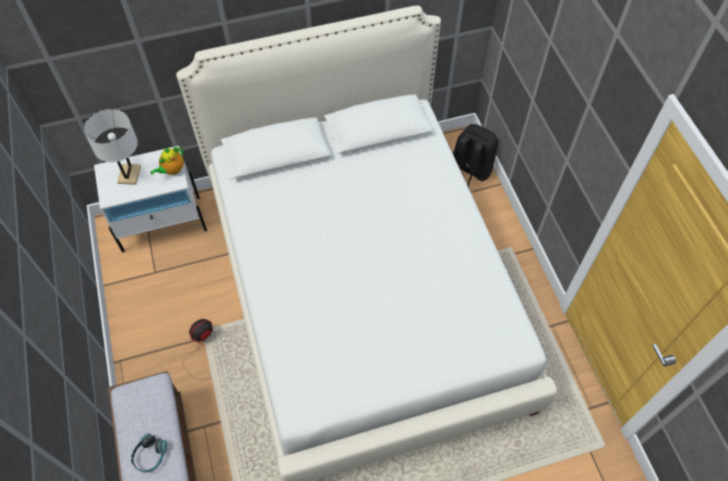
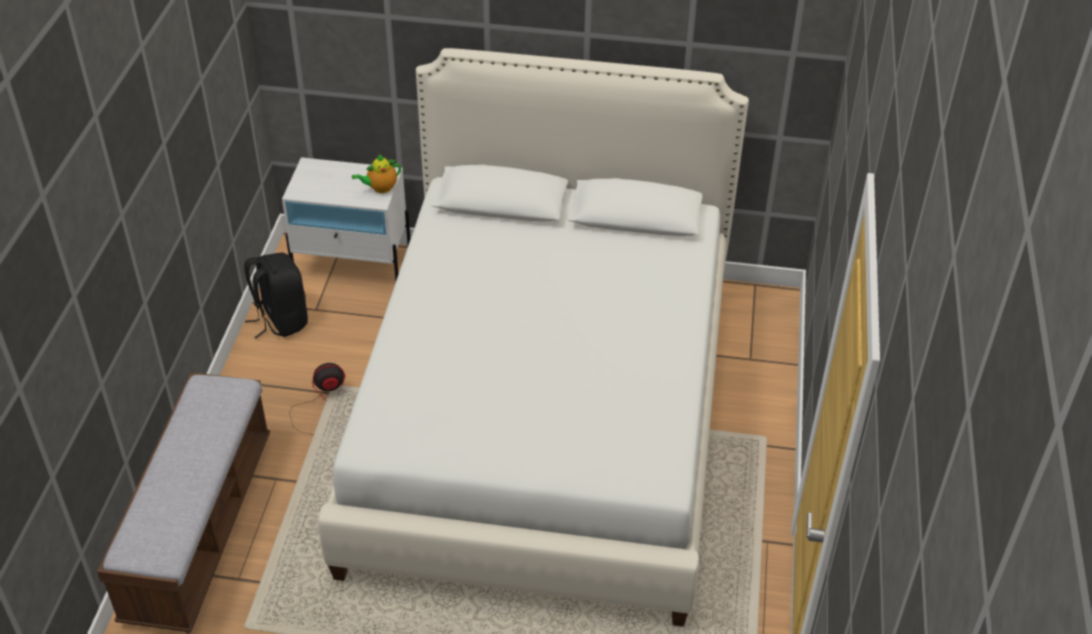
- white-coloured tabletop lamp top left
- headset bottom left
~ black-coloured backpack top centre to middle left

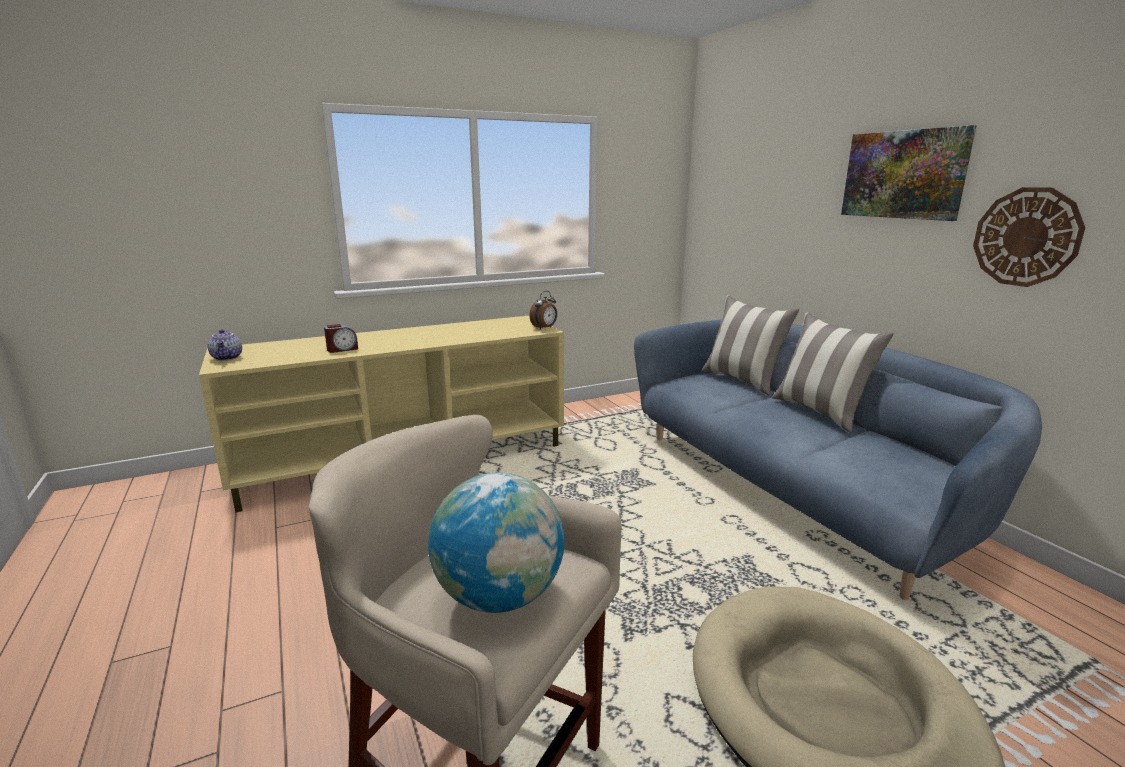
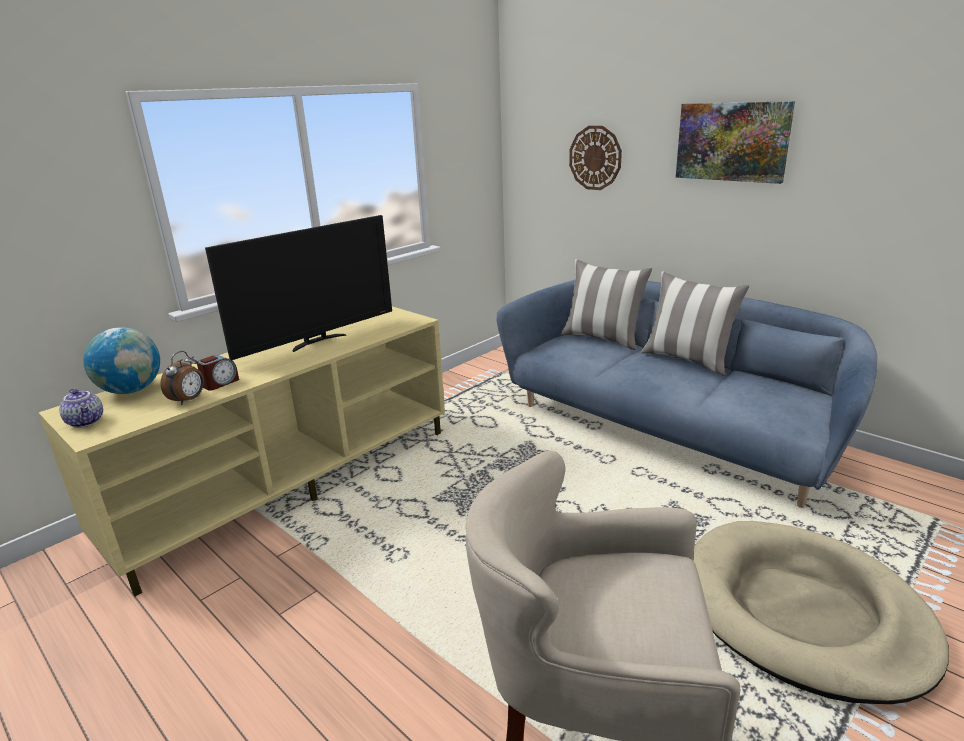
+ TV middle left
~ world globe bottom centre to middle left
~ bedside clock (2nd from left in the first image) centre to bedside clock (1st from left) middle left
~ clock on the wall top right to top centre

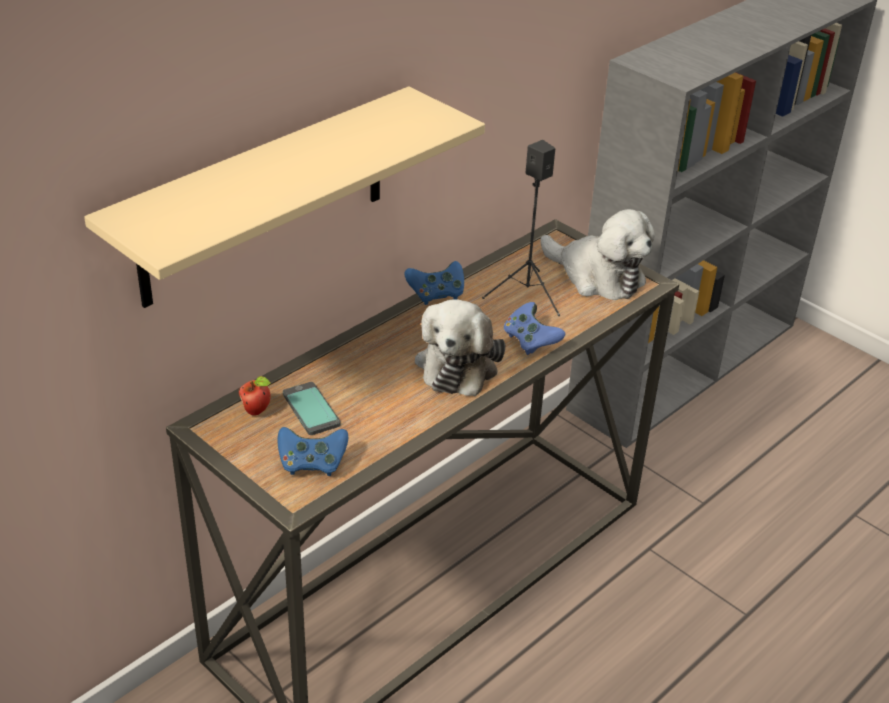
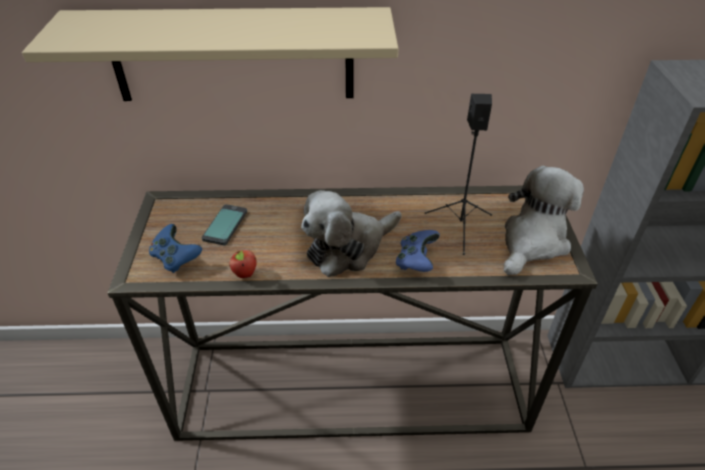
- blue-coloured joypad (2nd from left) centre
~ apple fruit middle left to centre
~ soft toy (2nd from left) middle right = middle right 135 degrees counterclockwise

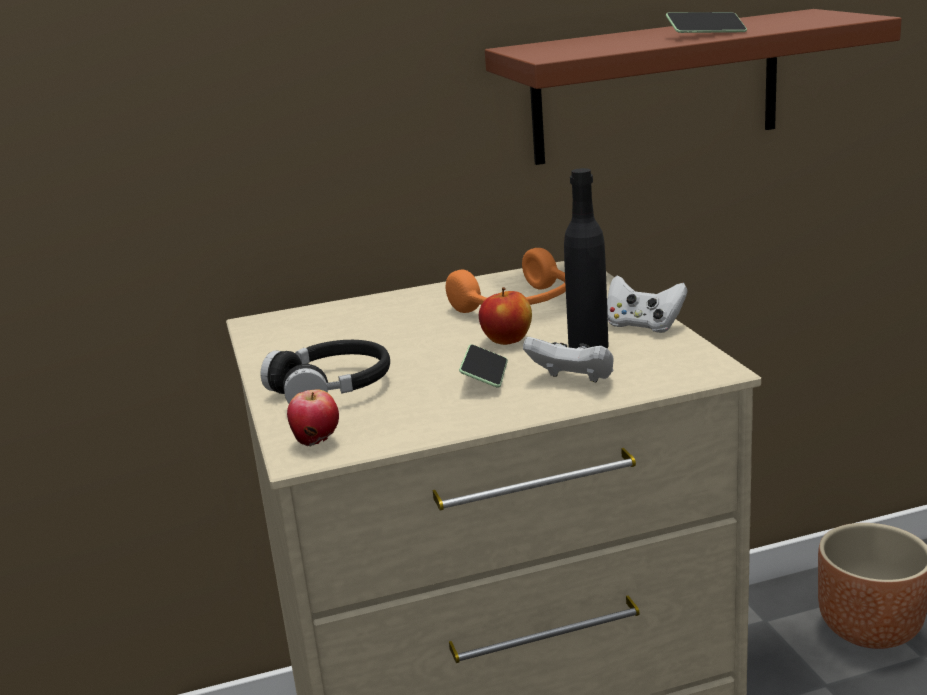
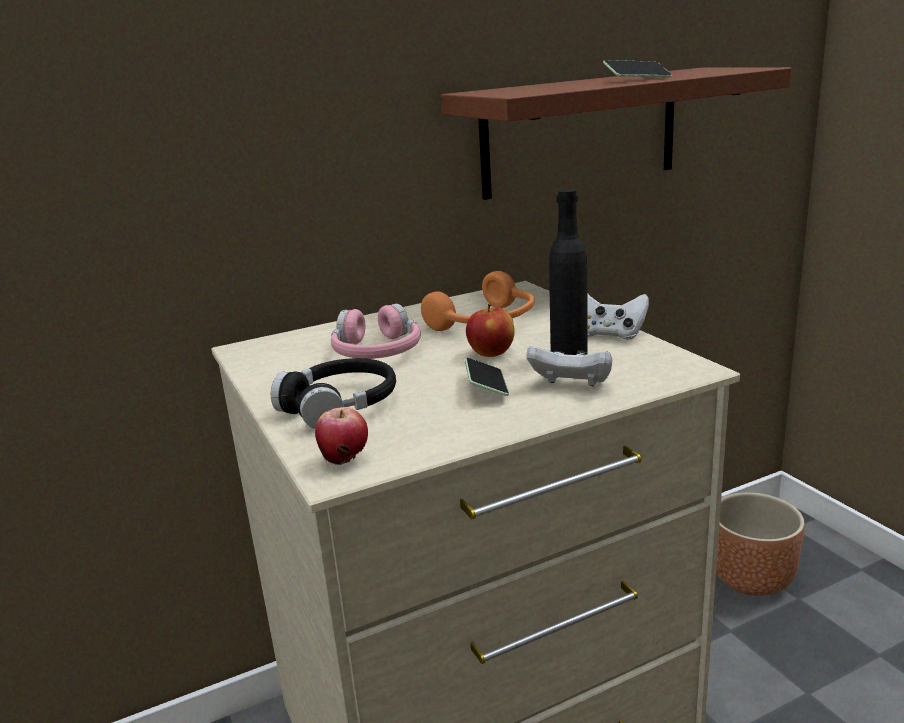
+ pink-coloured headset centre

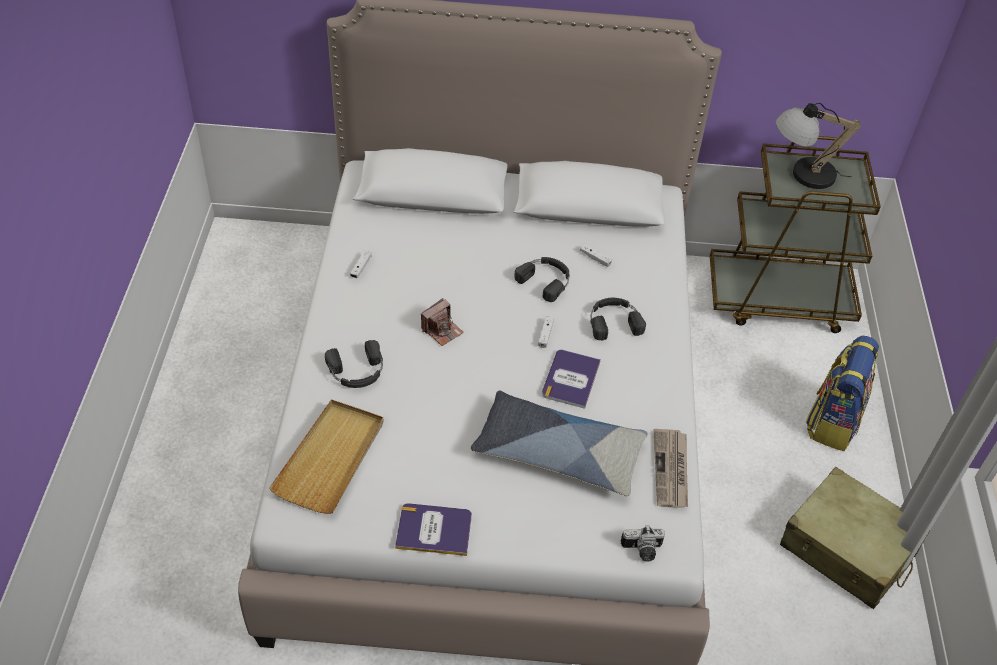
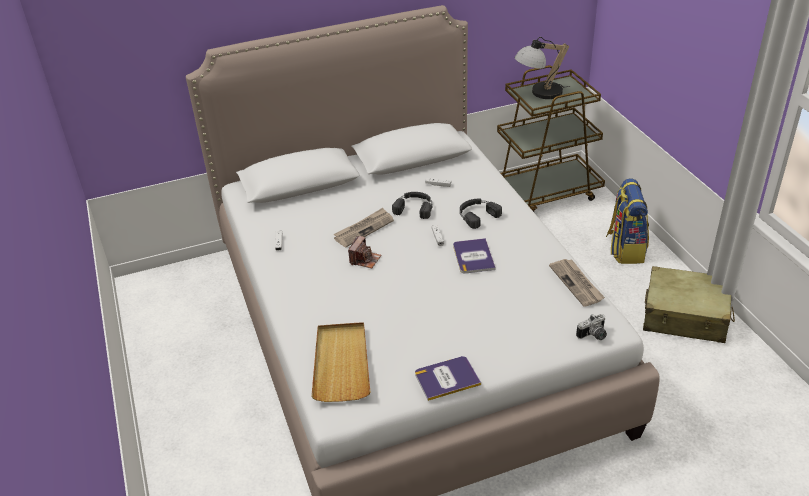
- black-coloured headset (1st from left) centre
- pillow centre
+ printed paper (1st from left) centre

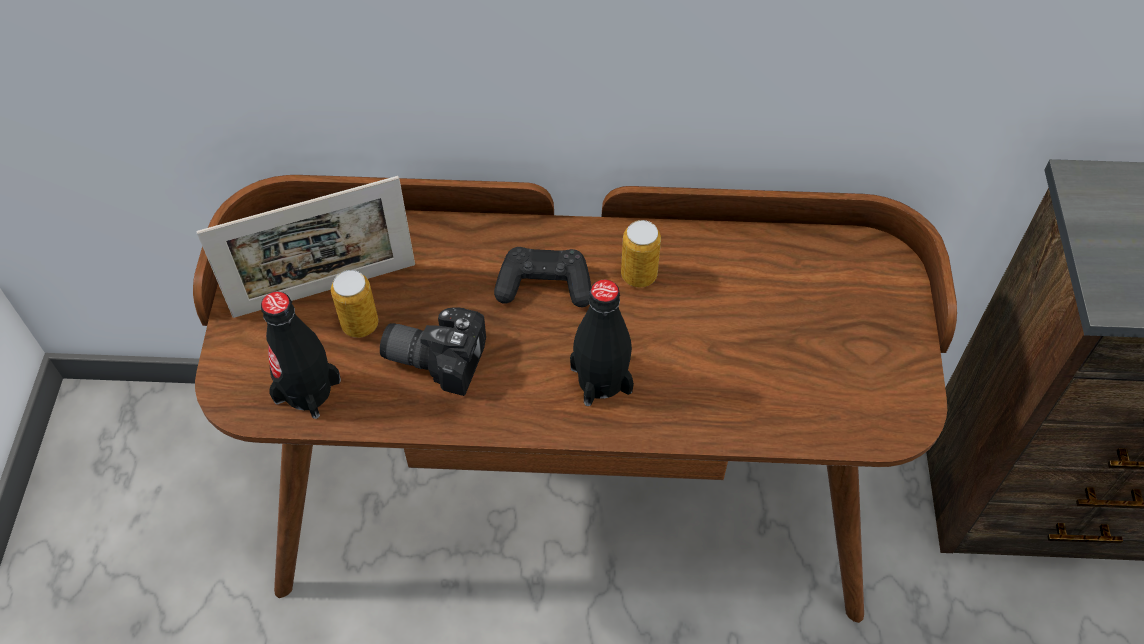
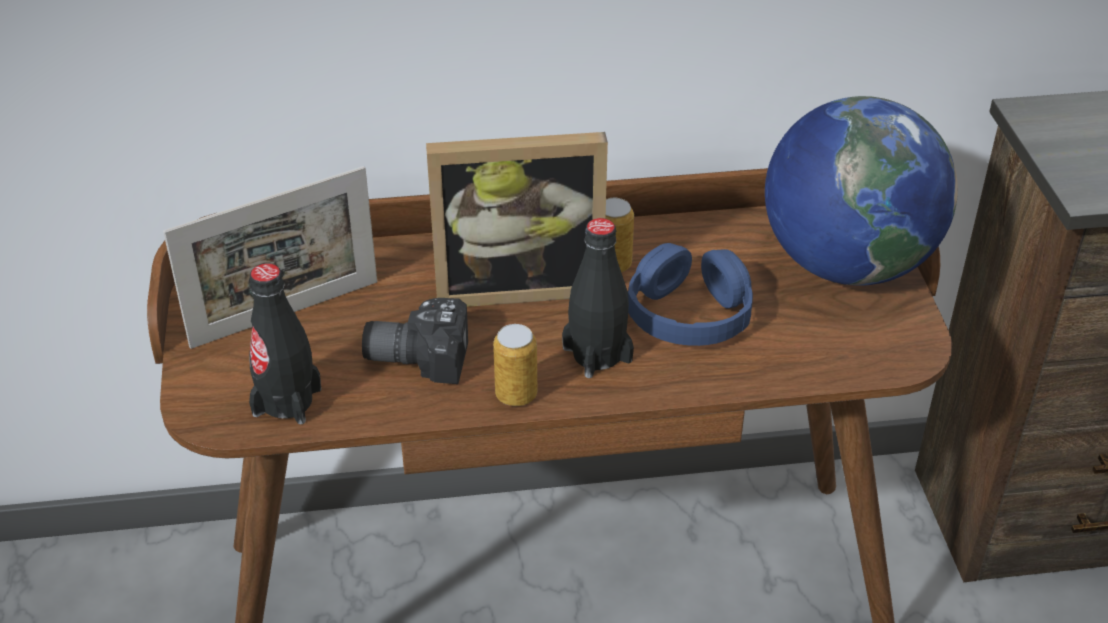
+ blue-coloured headset centre
+ world globe top right
~ can (1st from left) middle left to centre
~ black-coloured joypad centre to standing frame (2nd from left) centre

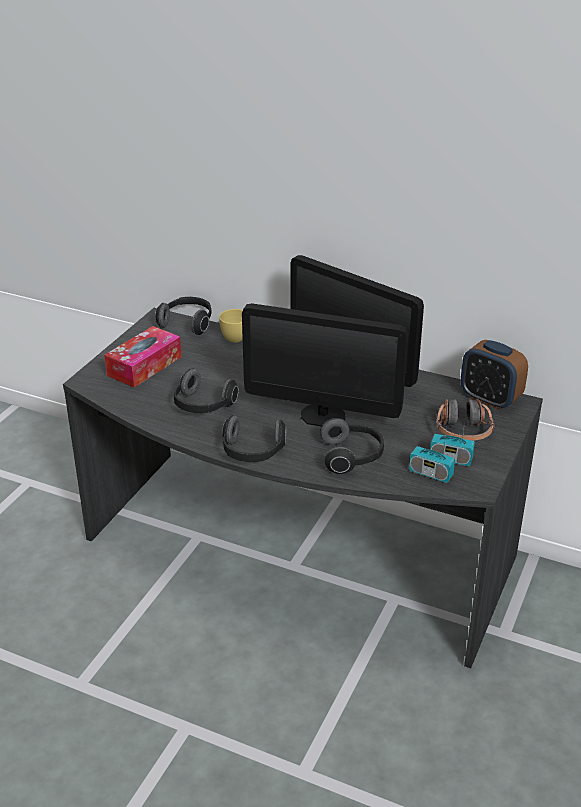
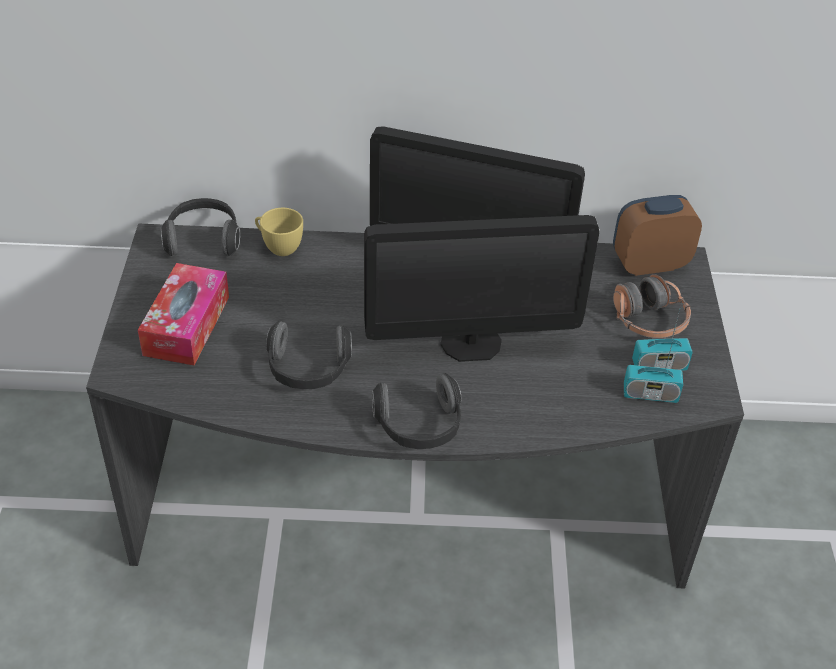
- headset (4th from left) centre
~ bedside clock middle right = middle right 150 degrees clockwise

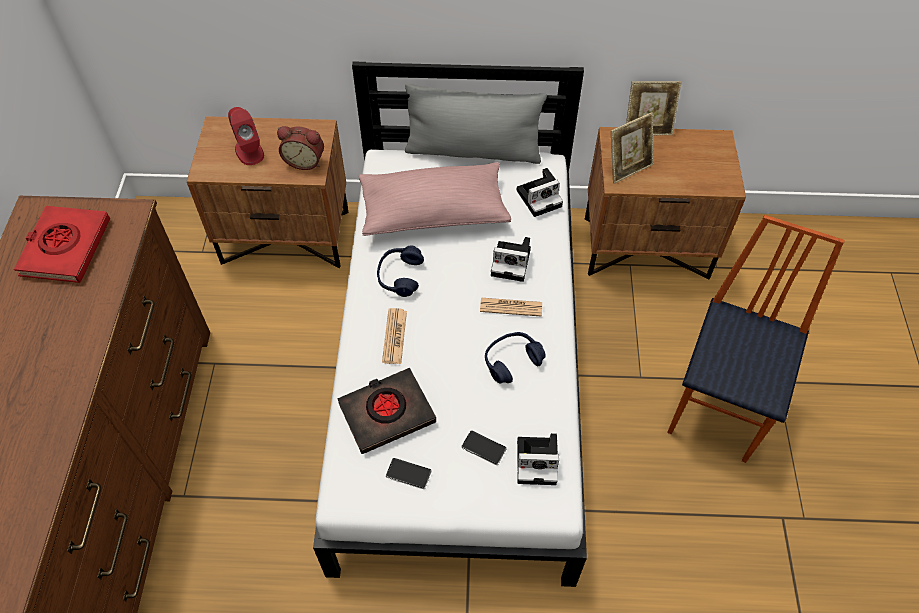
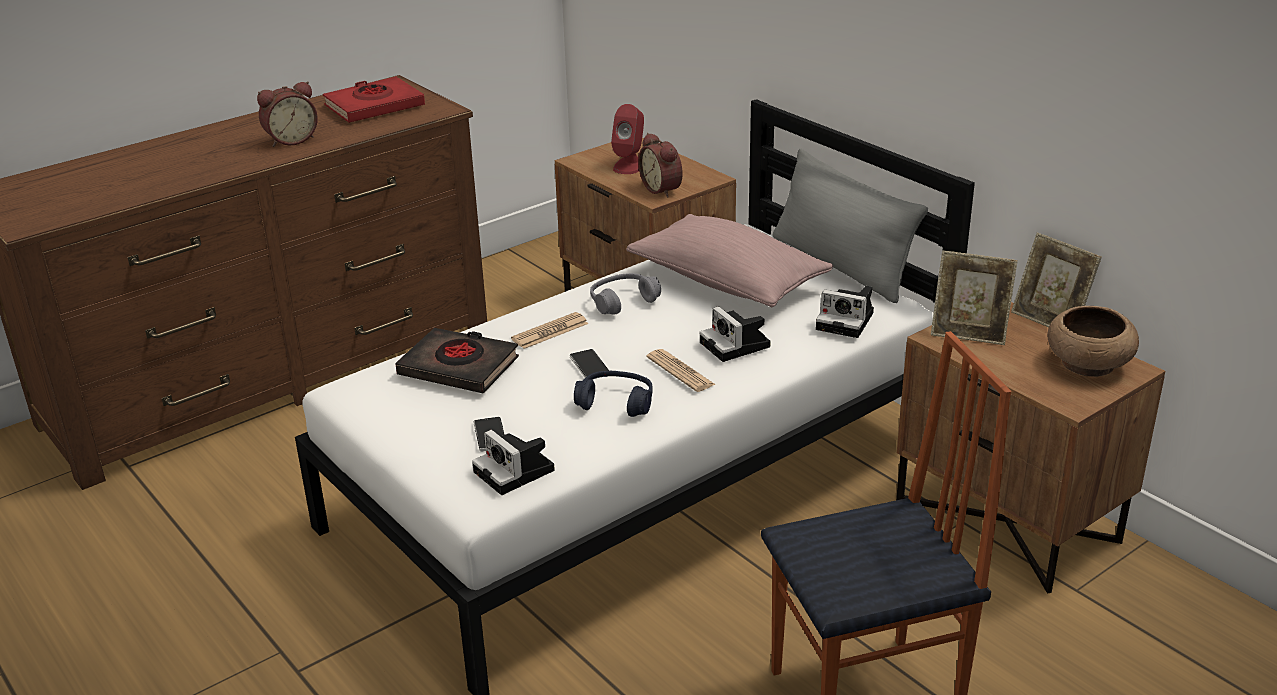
+ bedside clock (1st from left) top left
+ brown-coloured bowl middle right
~ phone (1st from left in the first image) bottom centre to phone (2nd from left) centre
~ blue-coloured headset (1st from left) centre to gray headset centre

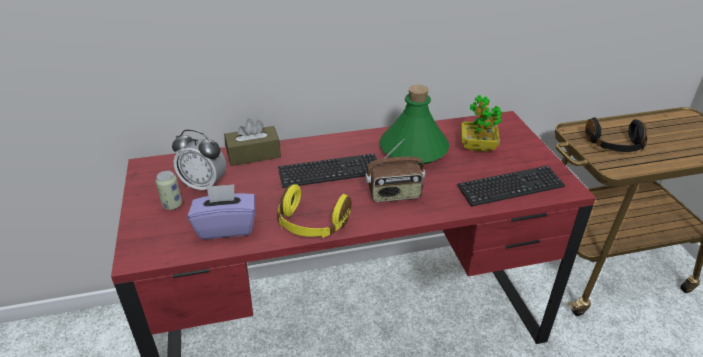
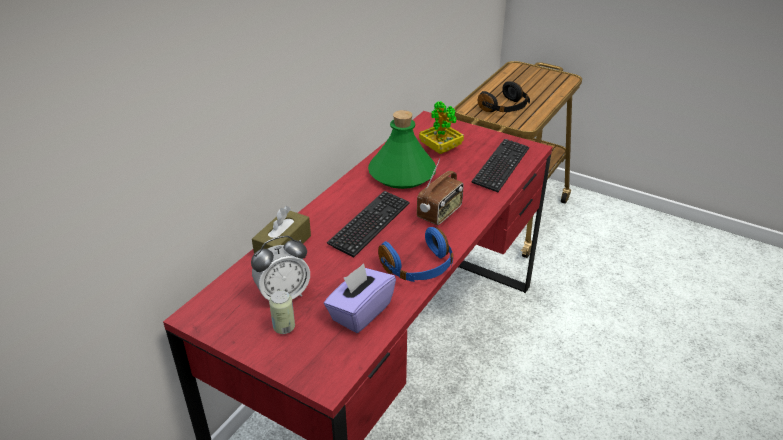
~ yellowish headset centre to blue-coloured headset centre

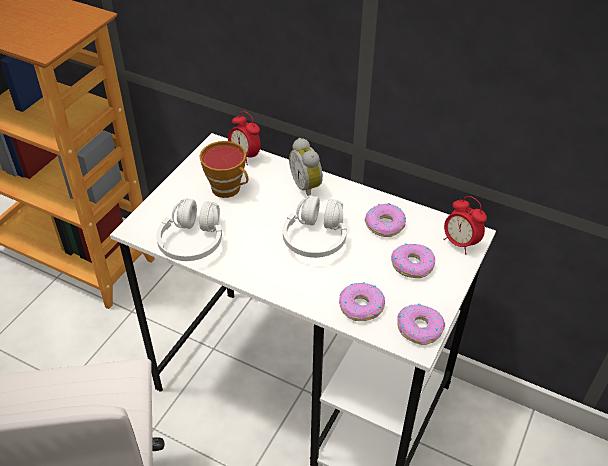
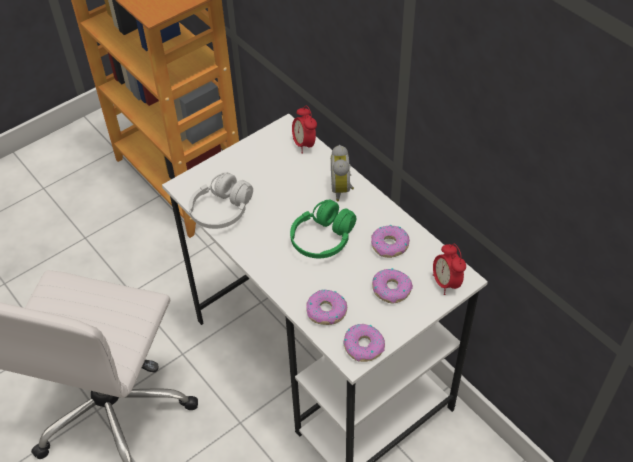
- cup centre
~ white-coloured headset (2nd from left) centre to green-coloured headset centre

